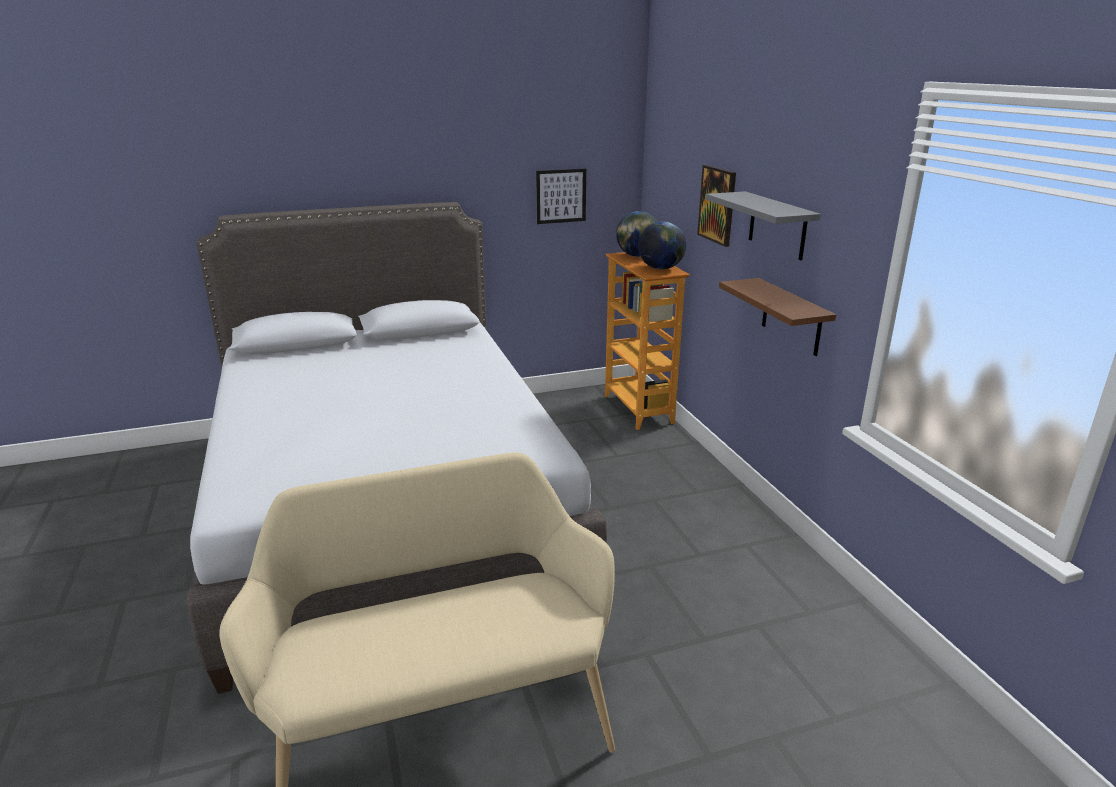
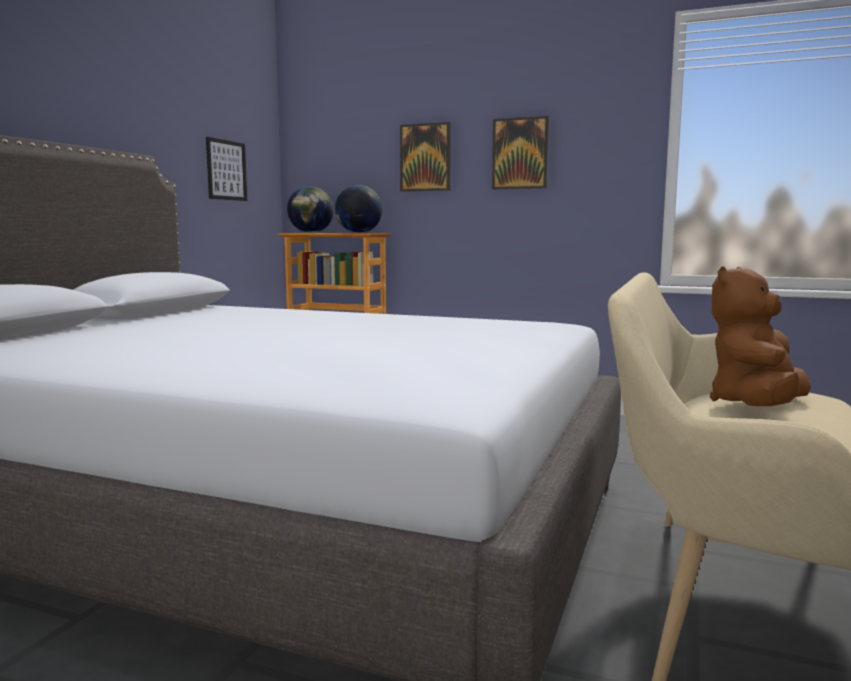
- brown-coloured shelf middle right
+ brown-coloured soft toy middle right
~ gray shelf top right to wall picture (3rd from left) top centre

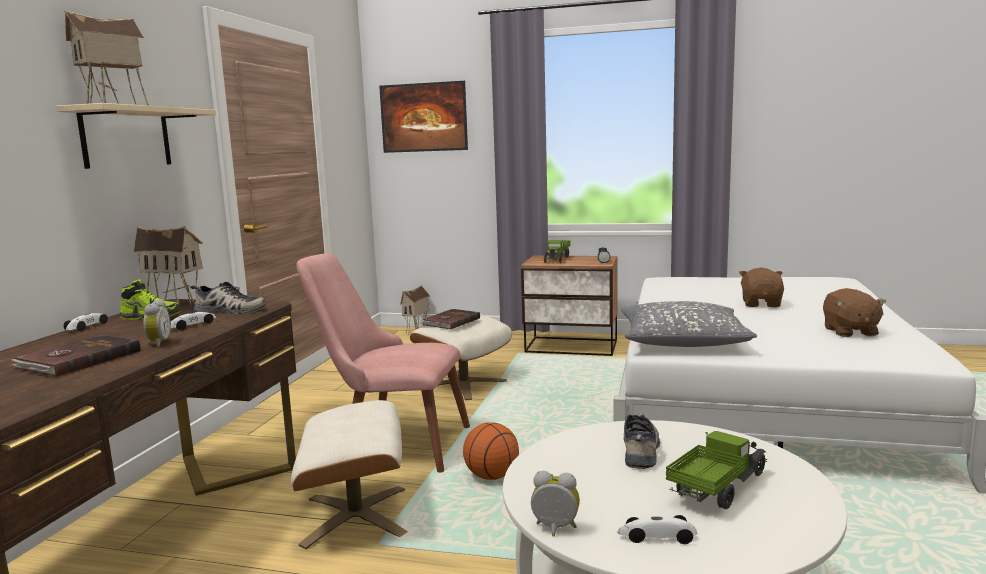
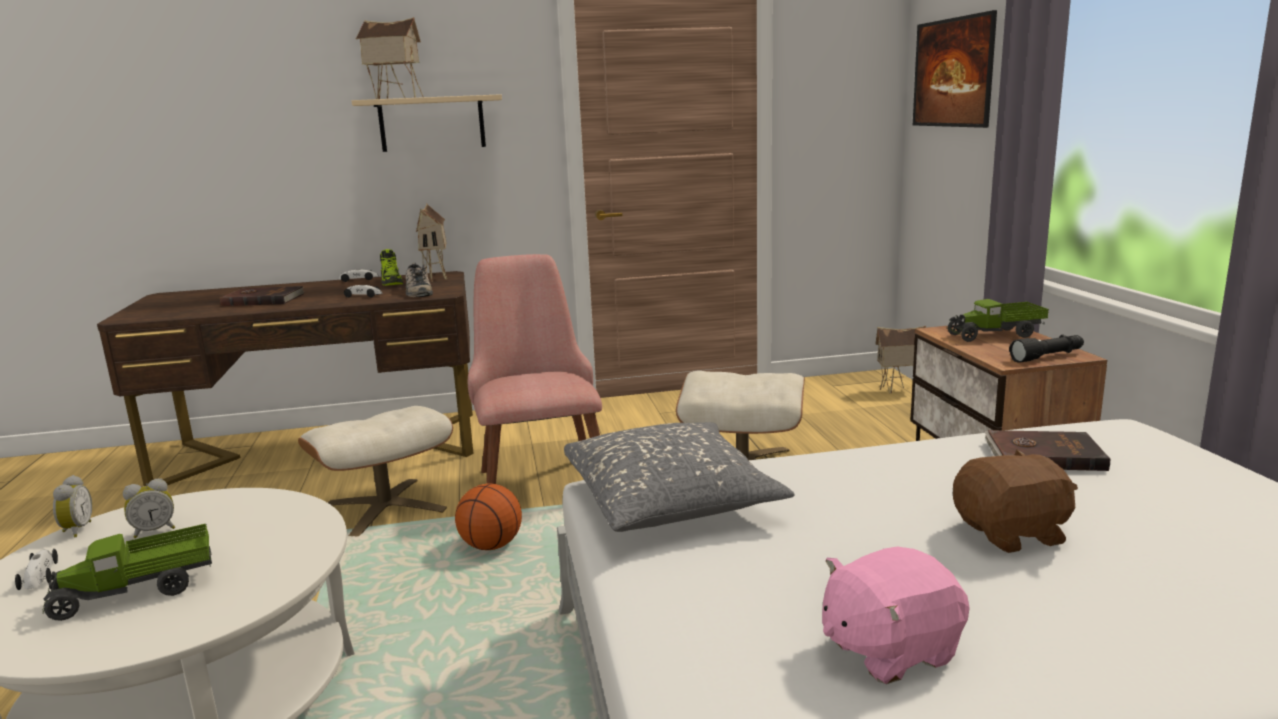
- item of footwear (3rd from left) bottom centre
~ bedside clock (1st from left in the first image) middle left to bedside clock (2nd from left) bottom left
~ brown-coloured bound book (2nd from left) centre to middle right
~ brown-coloured soft toy (2nd from left) middle right to pink-coloured soft toy bottom right
~ toy lorry (2nd from left in the first image) bottom right = bottom left 135 degrees clockwise

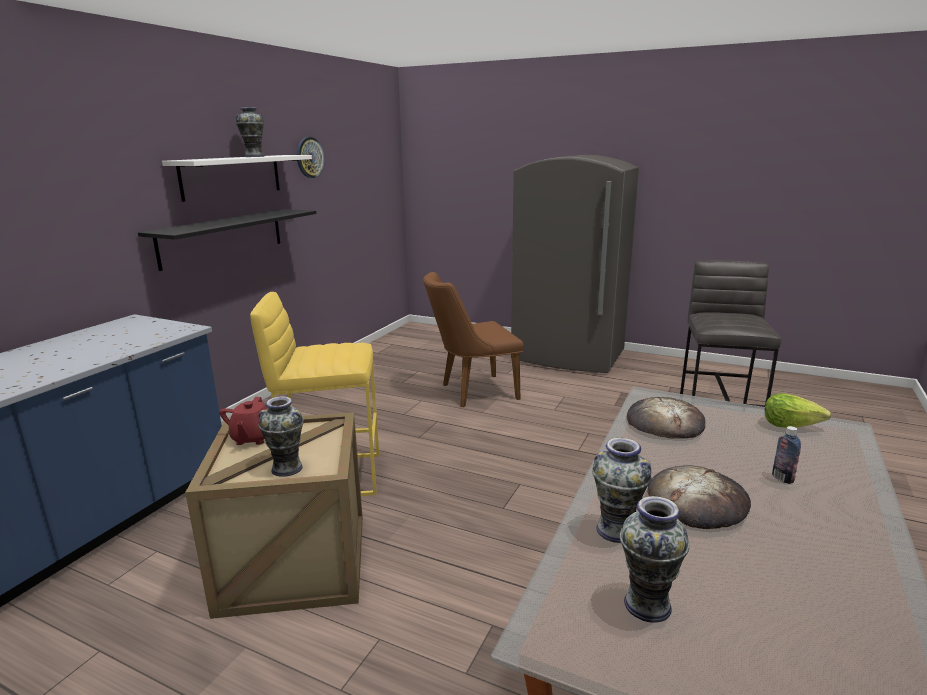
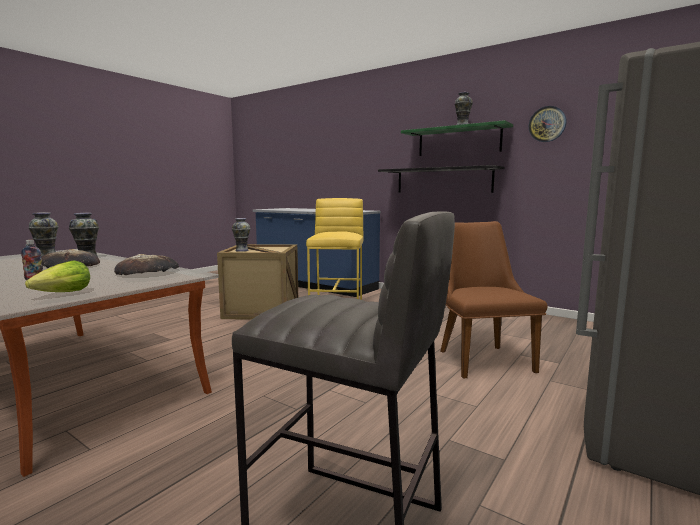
- red-coloured tea pot middle left
~ white-coloured shelf top left to green-coloured shelf top centre

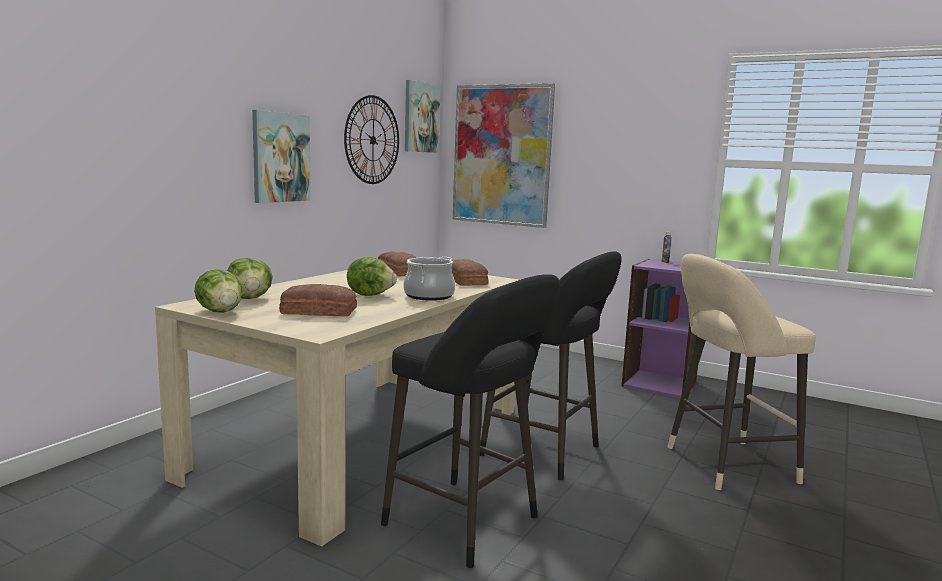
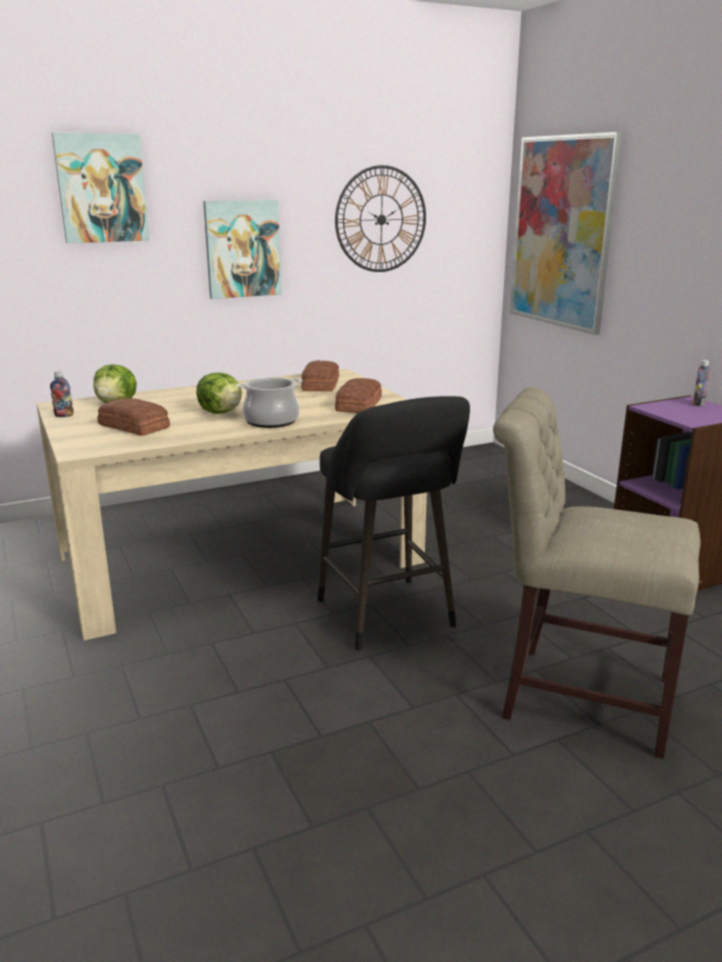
- black-coloured stool (1st from left) bottom centre
~ wall picture (2nd from left in the first image) top centre to wall picture (1st from left) top left
~ lettuce head (1st from left) middle left to beverage bottle (1st from left) middle left
~ beige-coloured stool middle right to beige-coloured upright chair middle right

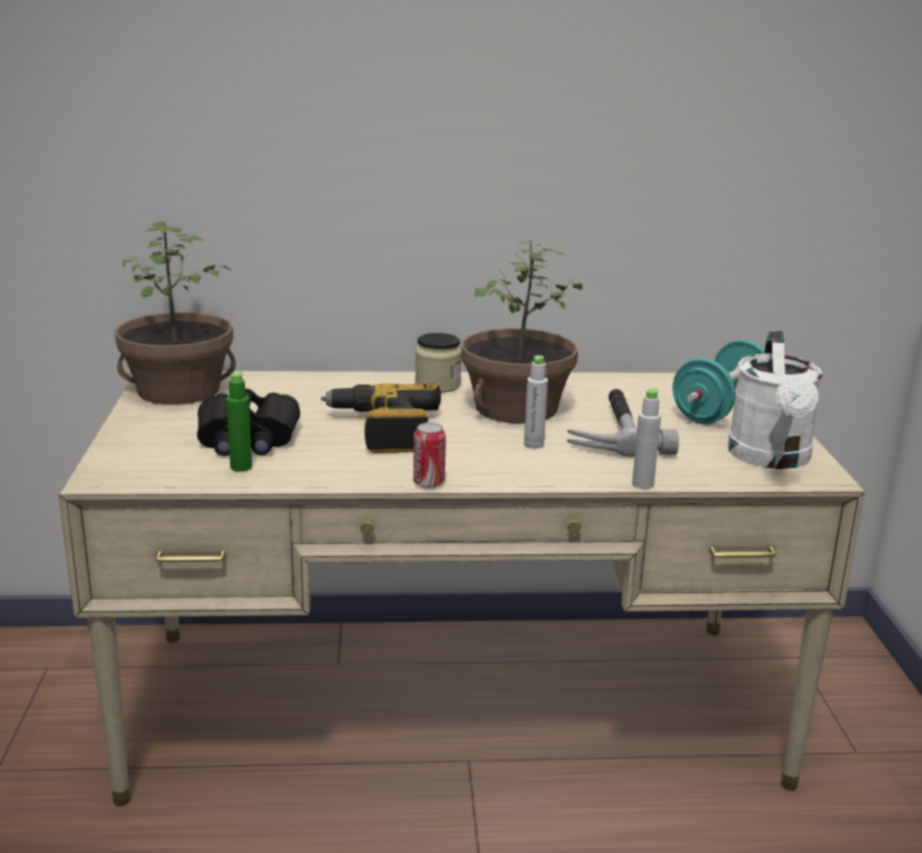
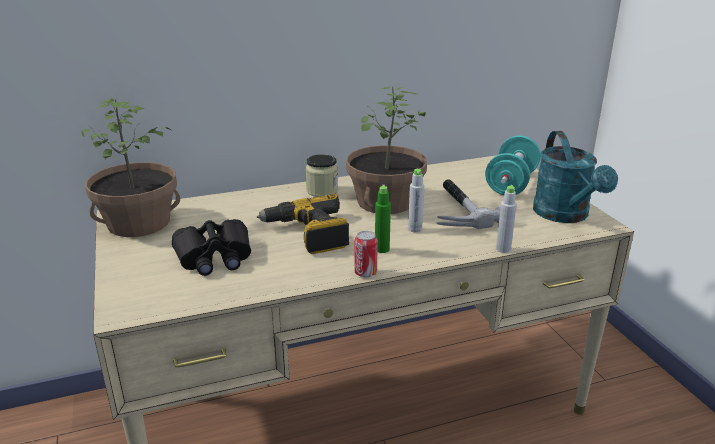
~ green-coloured beverage bottle middle left to centre
~ white-coloured sprinkling can middle right to turquoise sprinkling can middle right

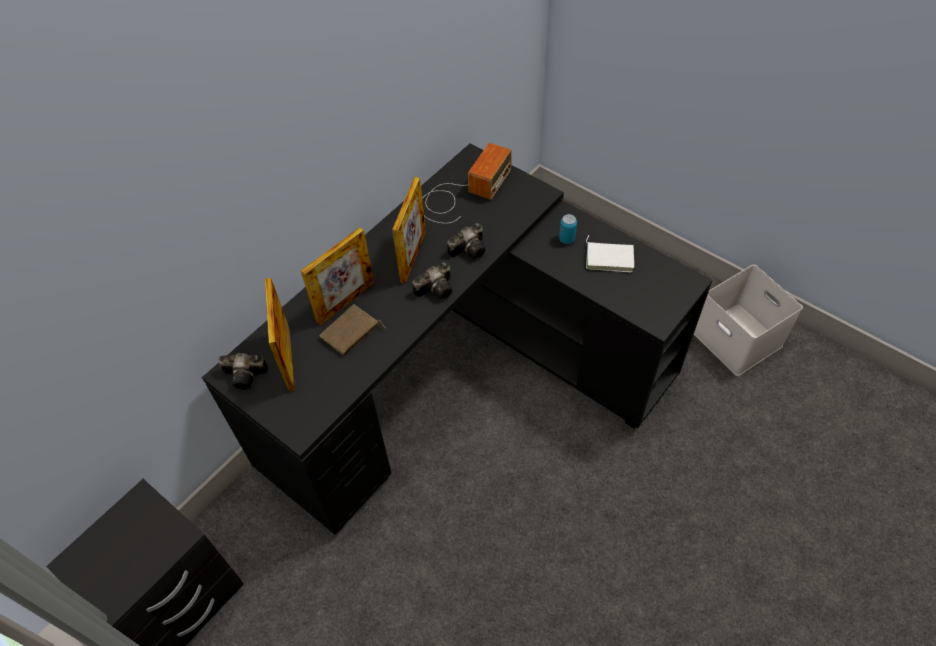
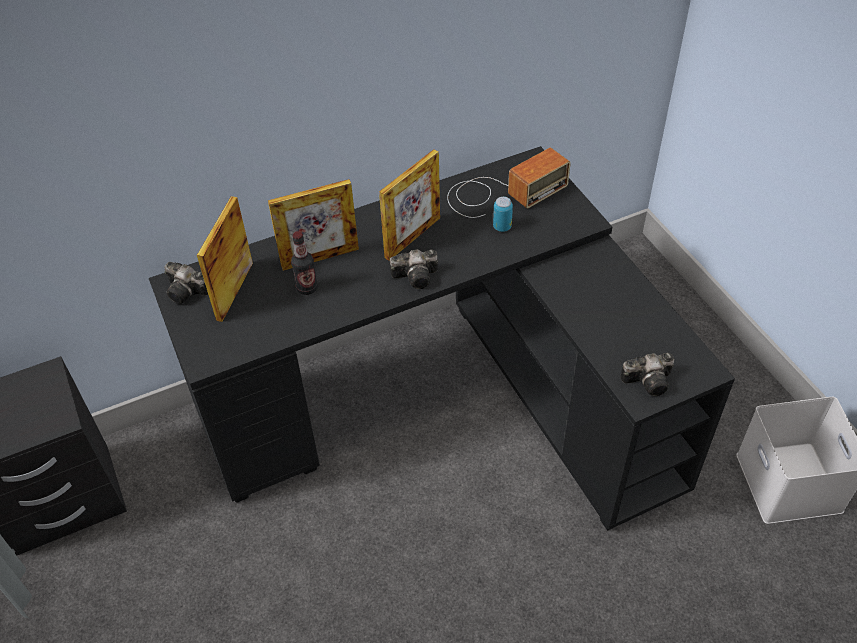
- white-coloured bound book centre
~ still camera (3rd from left) centre to middle right
~ can centre to top centre
~ brown-coloured bound book centre to beverage bottle centre

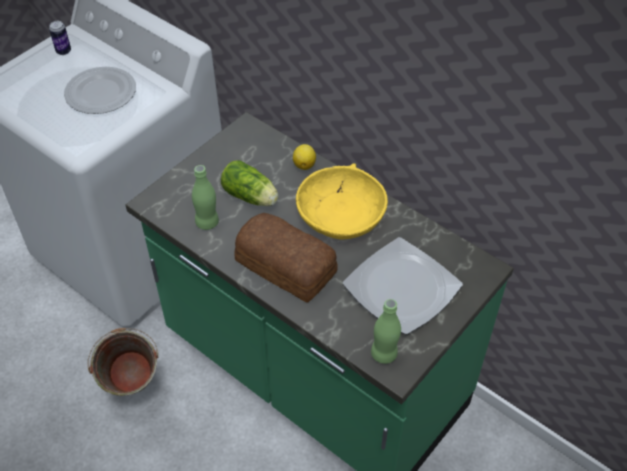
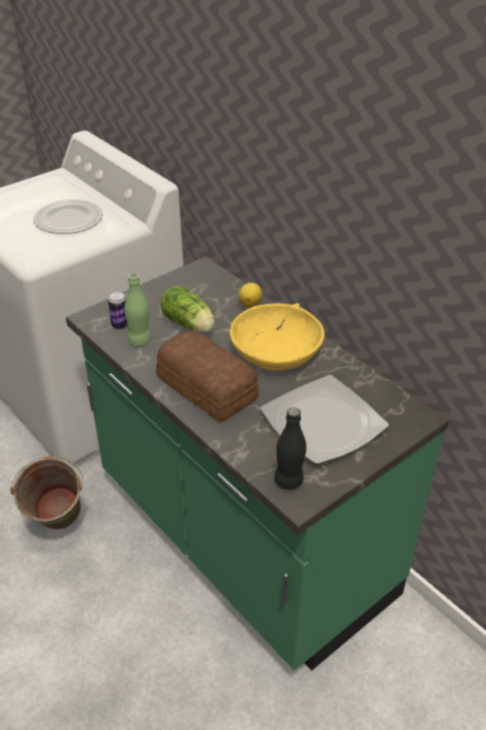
~ can top left to middle left
~ green-coloured beverage bottle (2nd from left) bottom centre to black-coloured beverage bottle centre

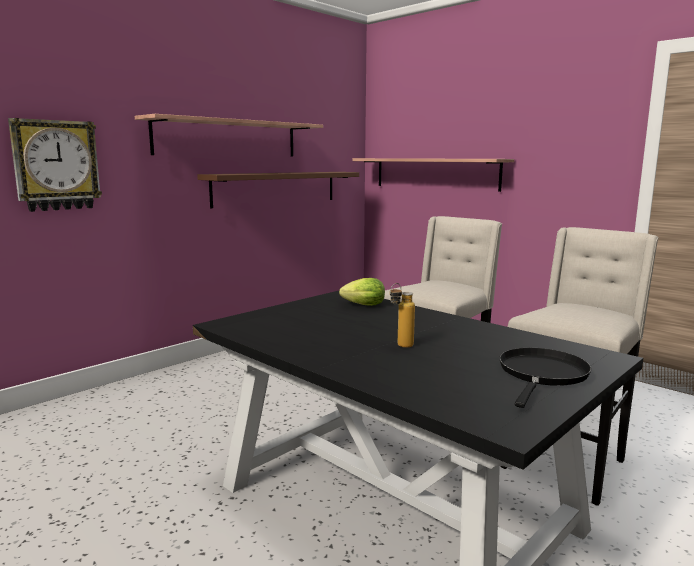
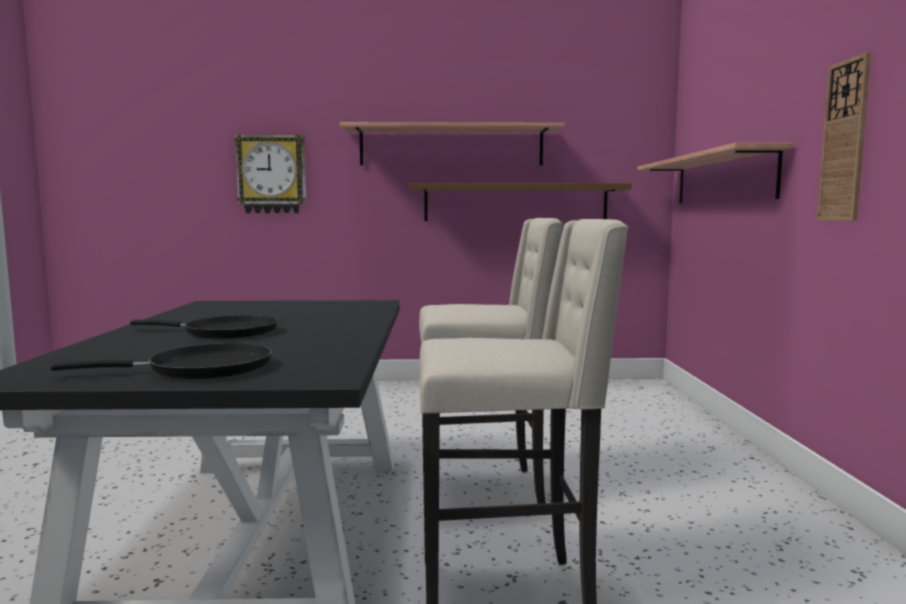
- lettuce head centre
+ clock on the wall (2nd from left) top right
~ beverage bottle centre to black-coloured frying pan (2nd from left) middle left

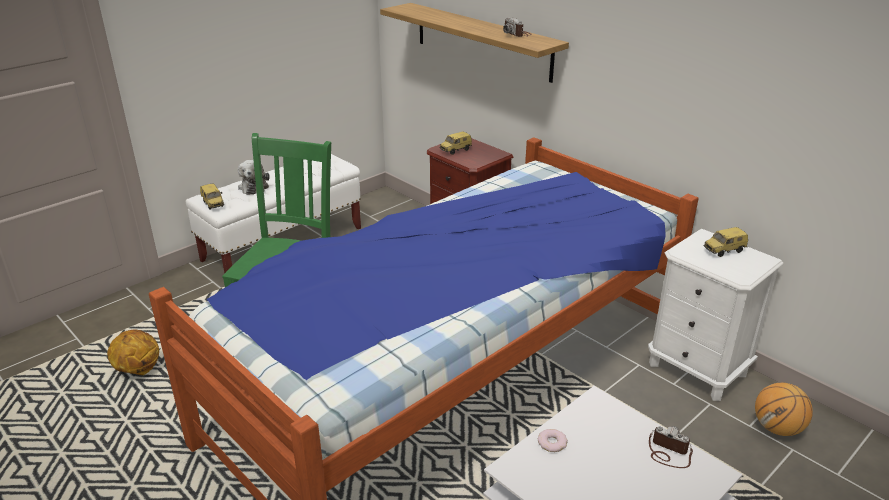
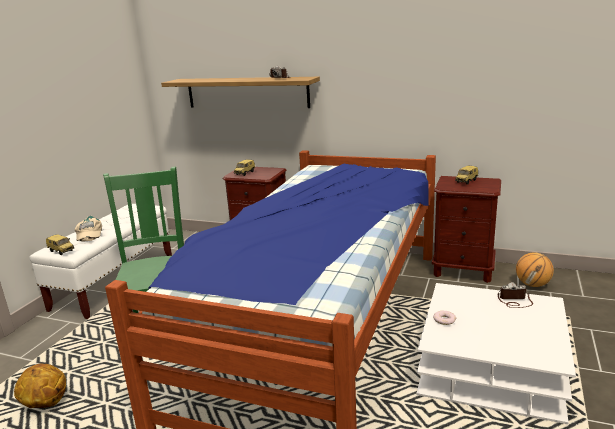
~ soft toy middle left to beige-coloured cap middle left
~ white-coloured nightstand middle right to brown-coloured nightstand (2nd from left) middle right

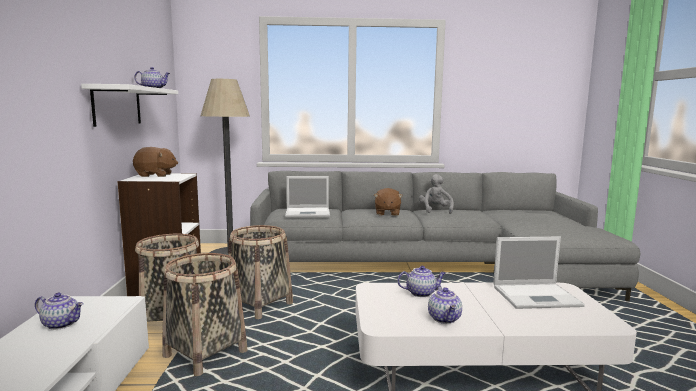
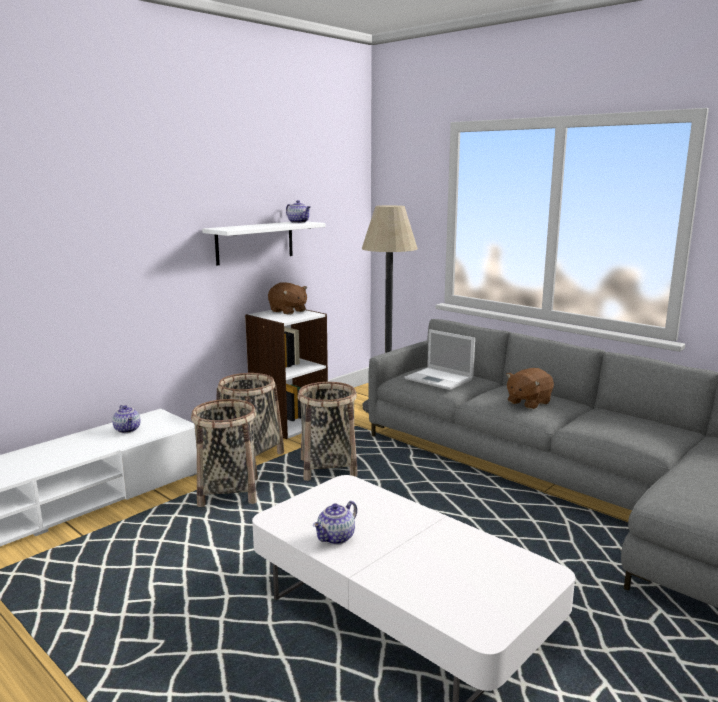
- tea pot (3rd from left) bottom centre
- gray soft toy centre
- laptop (2nd from left) bottom right

